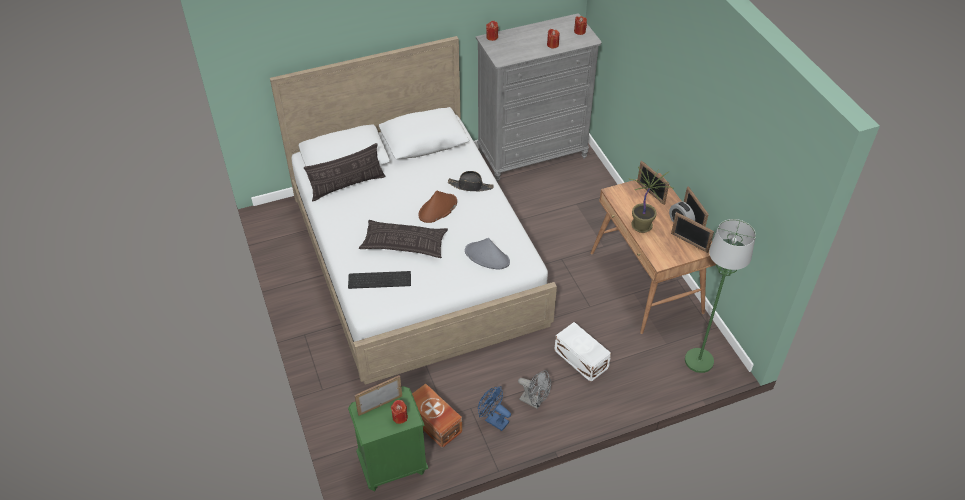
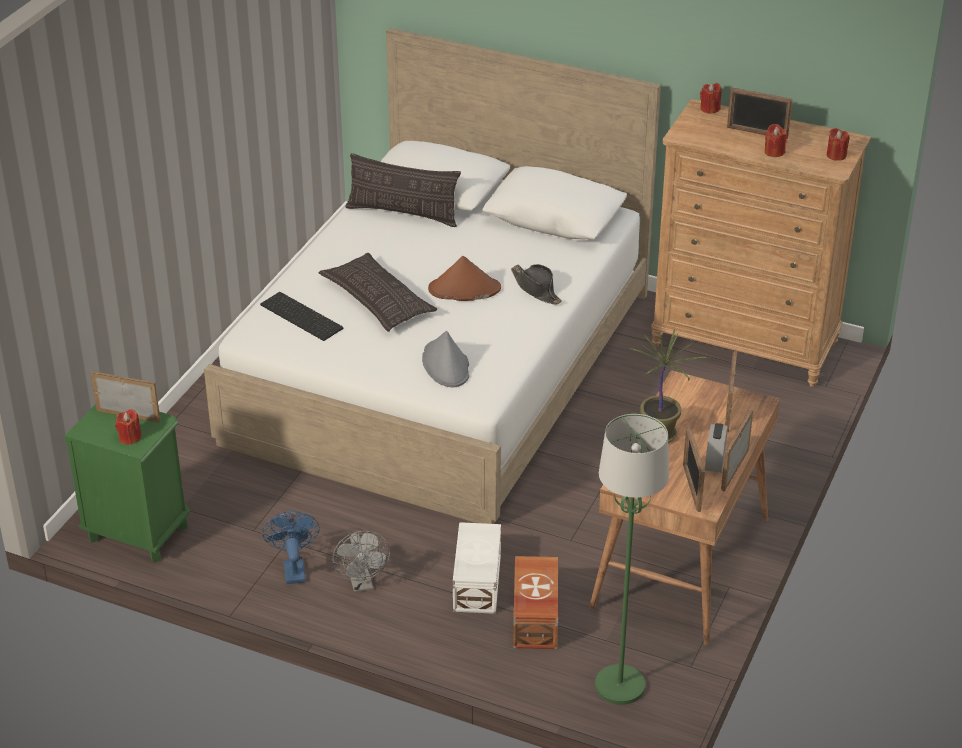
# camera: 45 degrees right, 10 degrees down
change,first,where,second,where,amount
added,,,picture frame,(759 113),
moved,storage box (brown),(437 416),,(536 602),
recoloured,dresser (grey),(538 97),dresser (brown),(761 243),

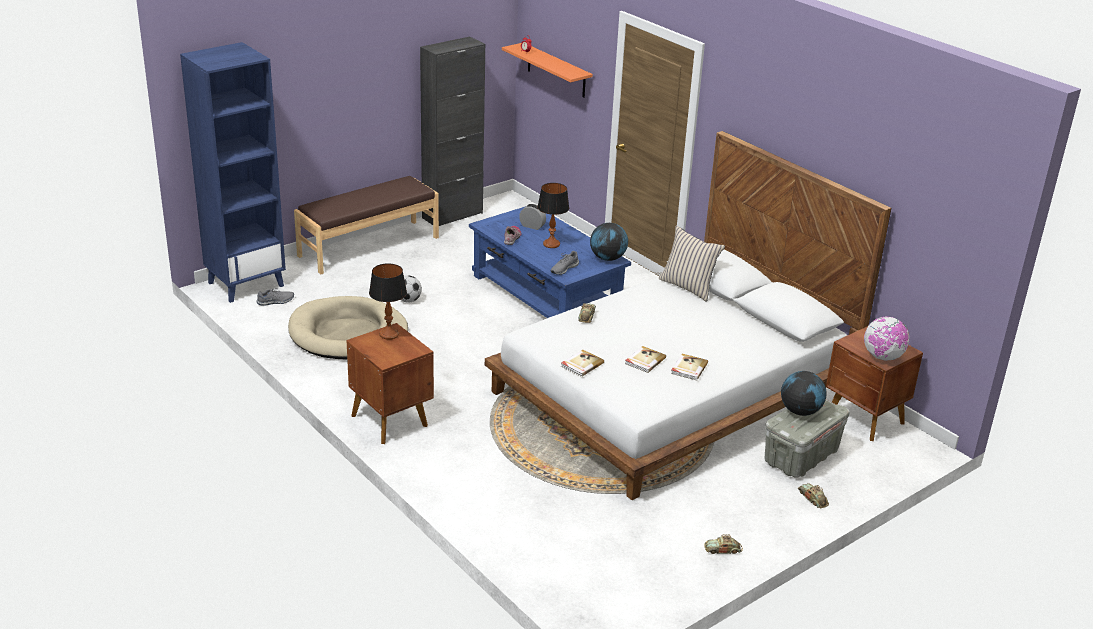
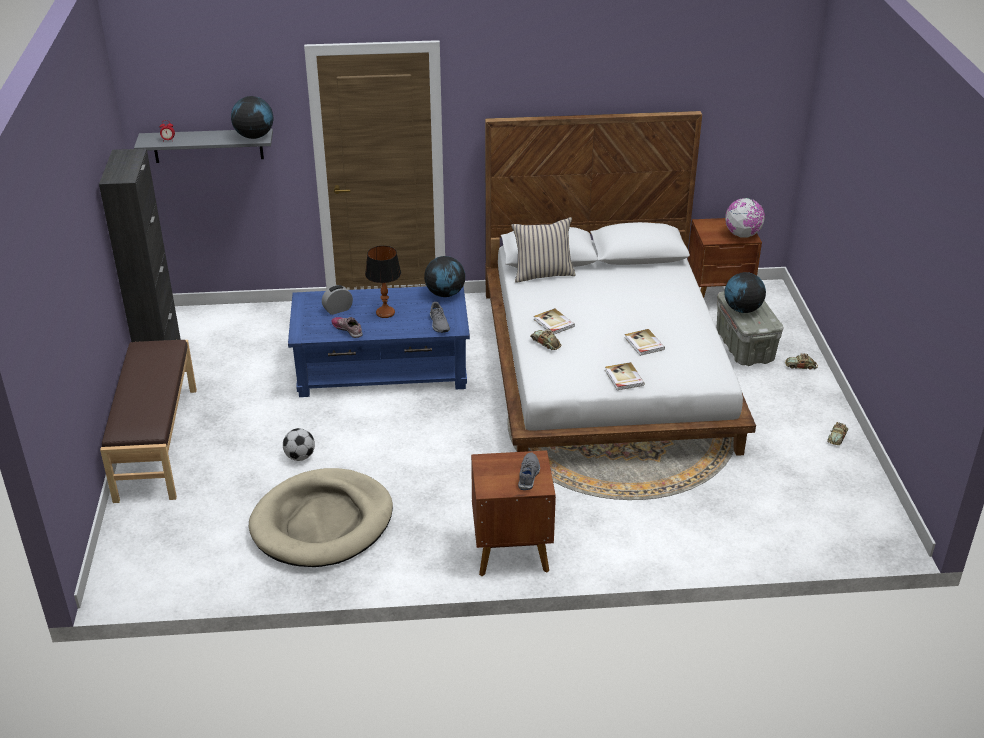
# camera: 55 degrees left, 5 degrees up
change,first,where,second,where,amount
removed,bookcase (blue),(233 172),,,
removed,table lamp,(388 301),,,
added,,,globe,(252 117),
moved,shoe (grey),(275 297),,(529 471),
moved,book,(689 367),,(554 321),
recoloured,shelf (orange),(547 70),shelf (grey),(203 146),

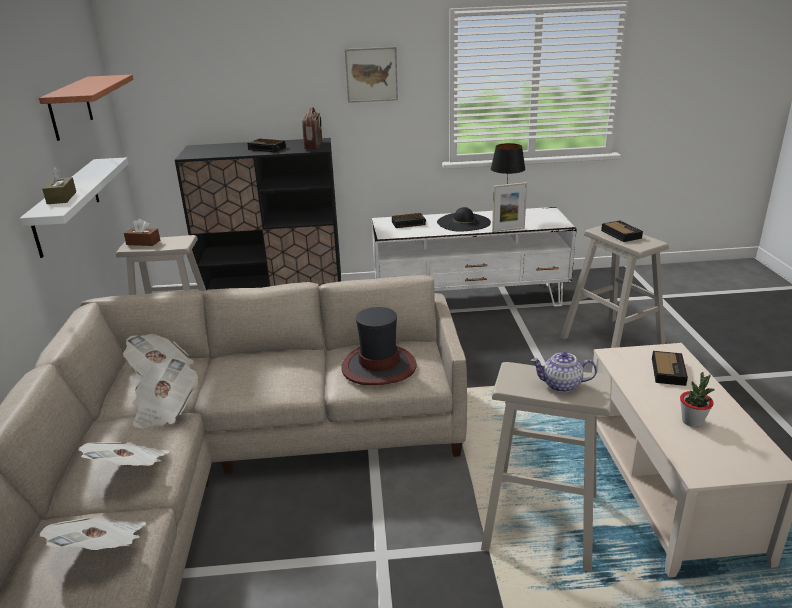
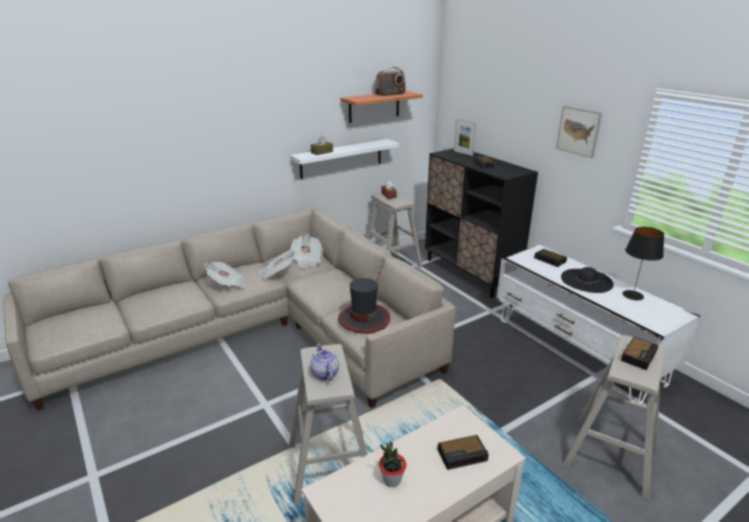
# camera: 60 degrees right, 0 degrees up
change,first,where,second,where,amount
removed,newspaper,(93 533),,,
moved,radio,(312 128),,(390 81),
moved,picture frame,(509 207),,(465 137),

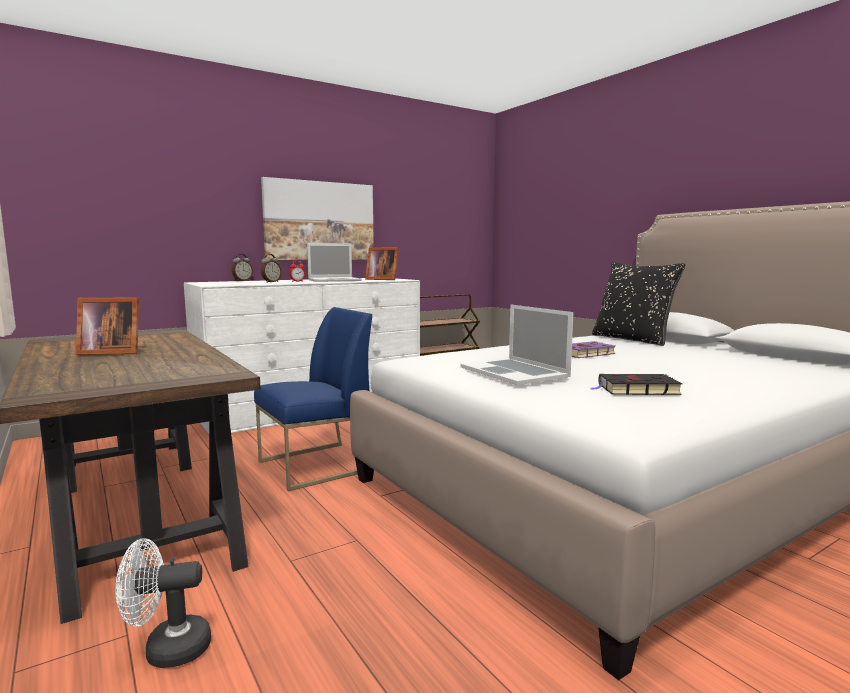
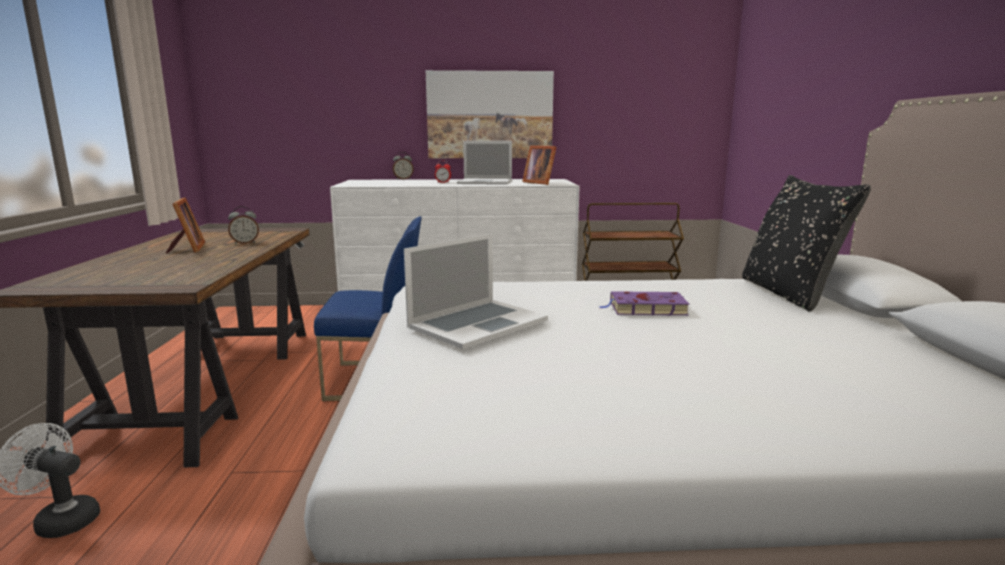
# camera: 30 degrees right, 5 degrees up
change,first,where,second,where,amount
removed,book (black),(636 384),,,
moved,alarm clock,(271 268),,(243 225),
turned,picture frame,(107 326),,(185 225),135 degrees counterclockwise
turned,laptop,(517 344),,(476 291),135 degrees counterclockwise

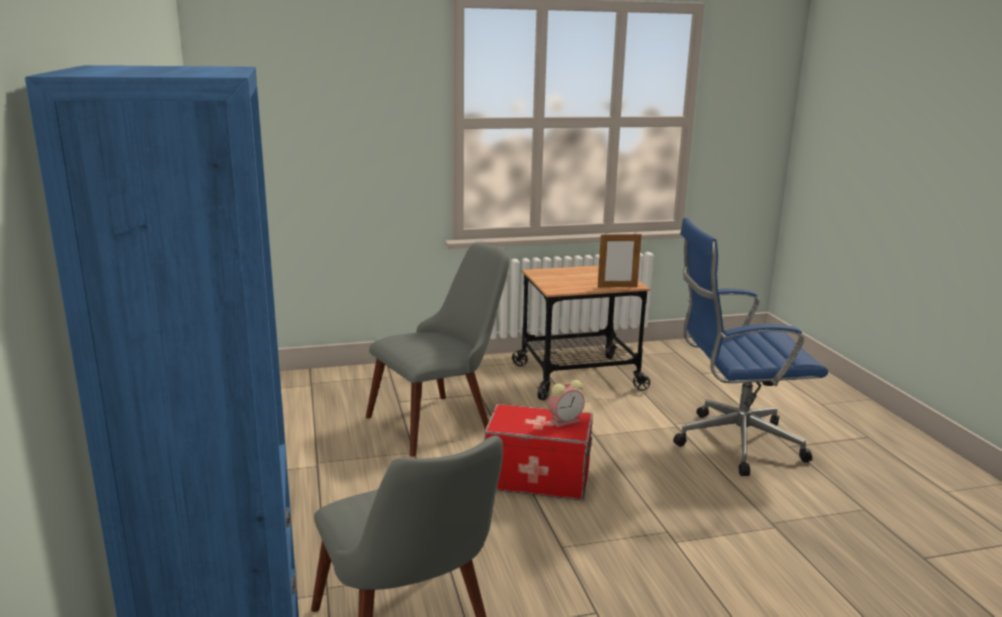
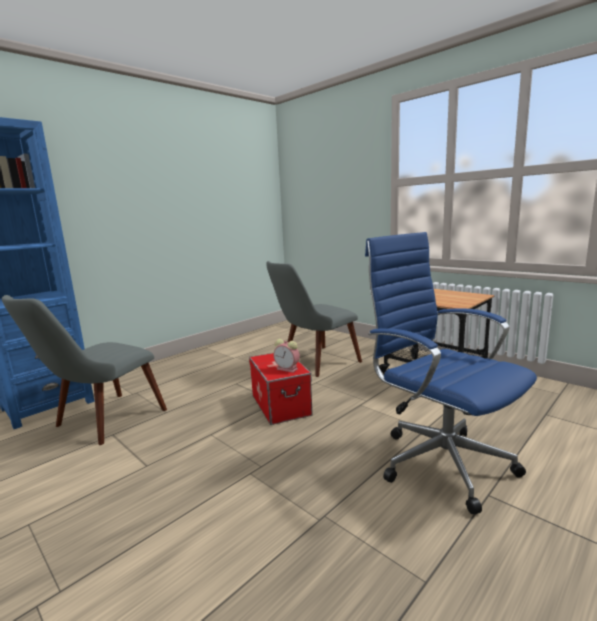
# camera: 60 degrees right, 5 degrees down
change,first,where,second,where,amount
removed,picture frame,(620 260),,,
turned,chair (grey),(437 350),,(314 319),120 degrees clockwise

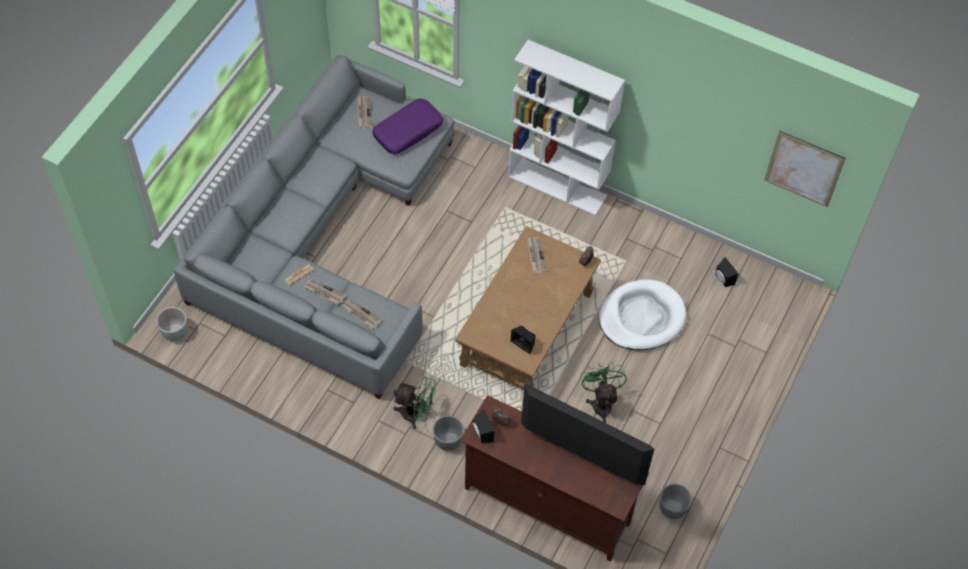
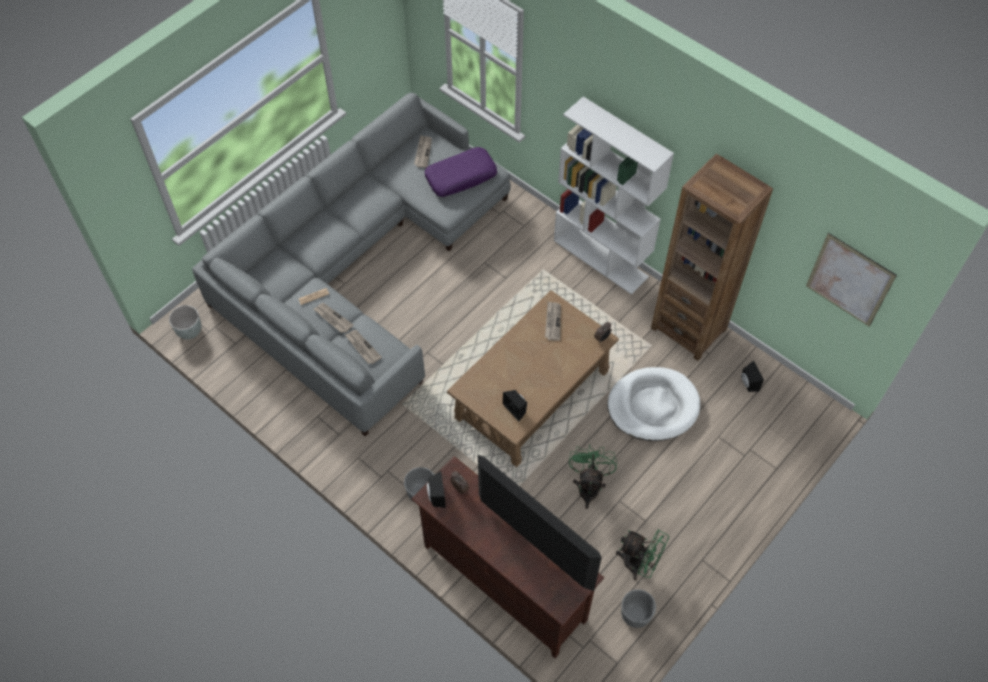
# camera: 15 degrees right, 0 degrees up
change,first,where,second,where,amount
added,,,bookcase (brown),(712 257),
moved,fan (green),(414 402),,(642 554),

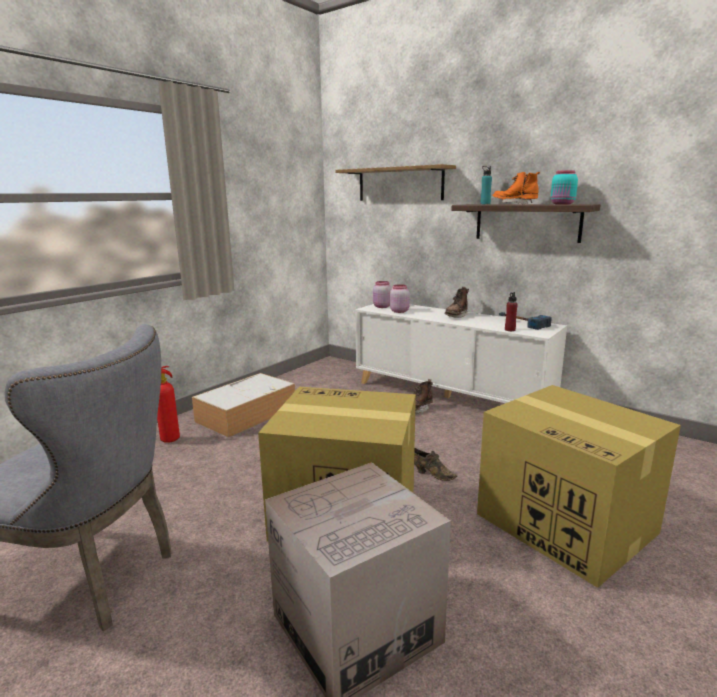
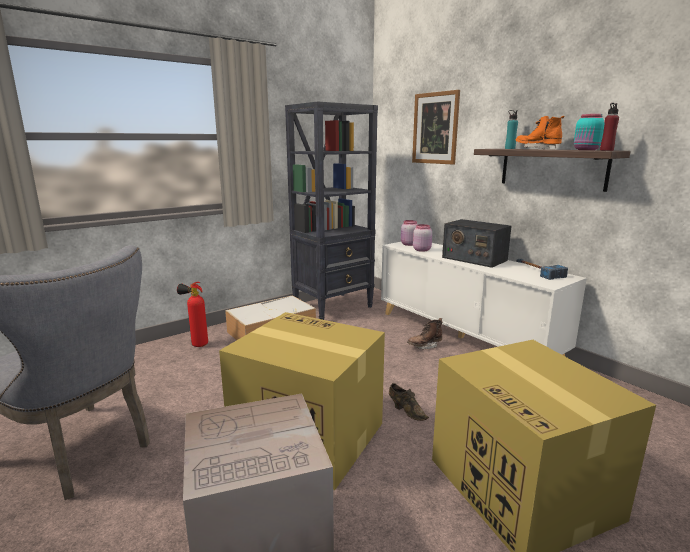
# camera: 15 degrees right, 0 degrees up
change,first,where,second,where,amount
added,,,bookcase (black),(331 211),
moved,bottle (red),(511 311),,(609 127),
replaced,shelf,(395 182),picture,(436 127),
replaced,boot (brown),(456 302),radio,(476 243),

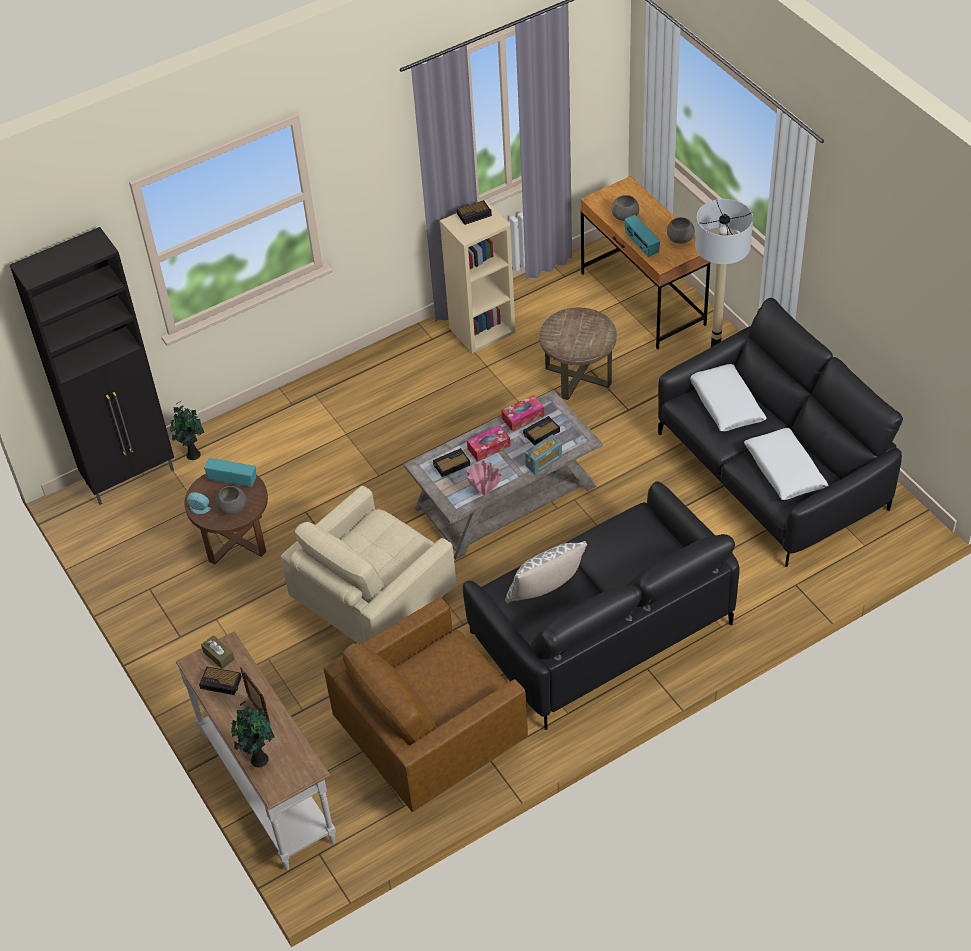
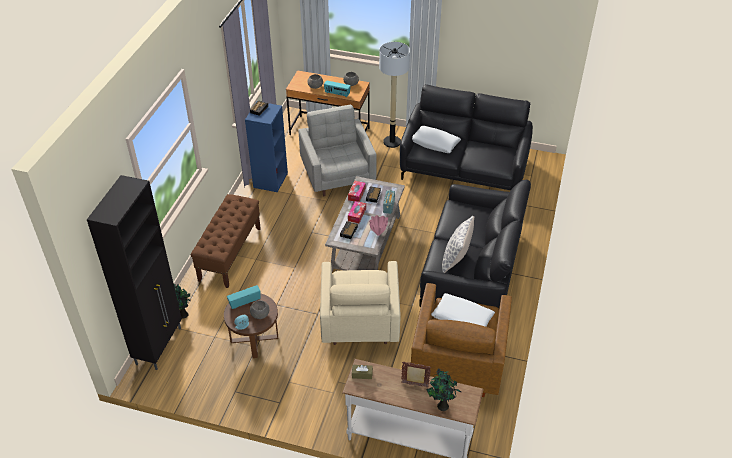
# camera: 45 degrees left, 5 degrees down
change,first,where,second,where,amount
removed,alarm clock,(220 681),,,
added,,,bench (brown),(225 241),
moved,pillow (white),(786 464),,(463 310),
replaced,side table (brown),(578 353),armchair (grey),(337 150),
recoloured,bookcase (beige),(478 276),bookcase (blue),(266 146),

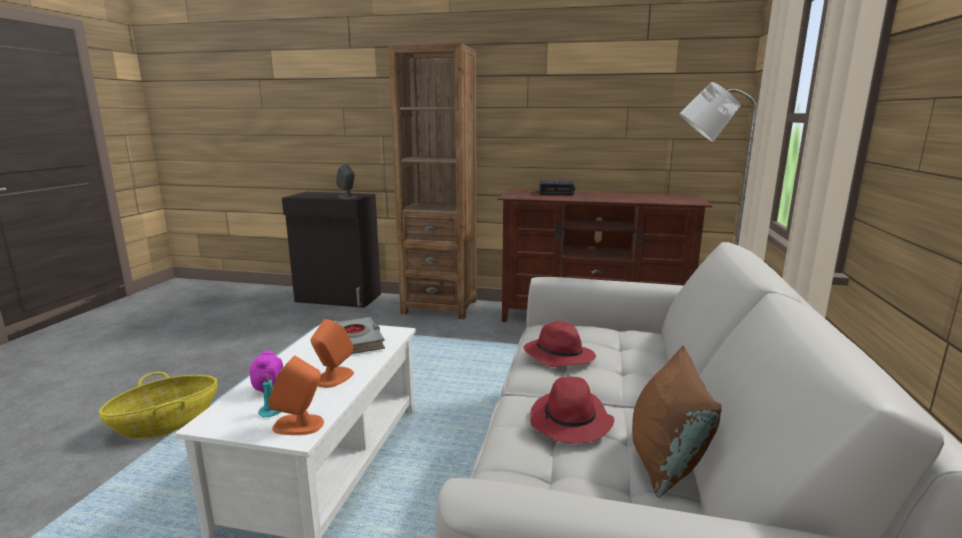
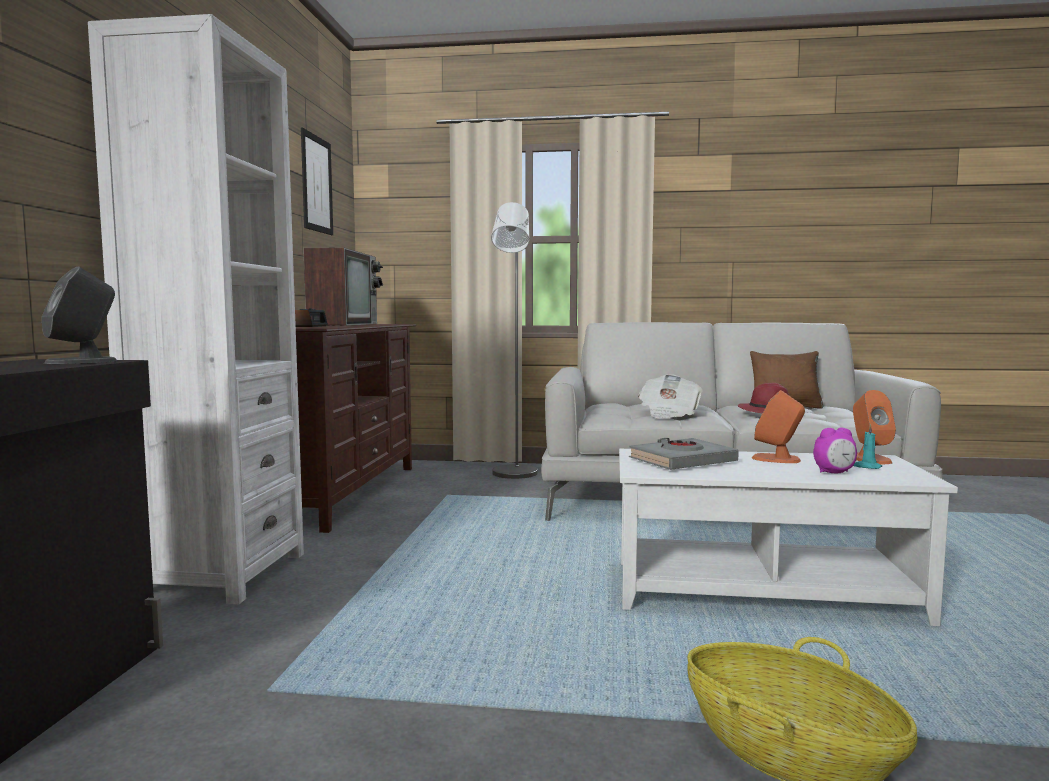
# camera: 95 degrees left, 10 degrees down
change,first,where,second,where,amount
added,,,picture,(317 181),
added,,,television,(343 287),
replaced,hat (red),(560 344),newspaper,(670 396),
recoloured,bookcase (brown),(432 181),bookcase (white),(196 309),

